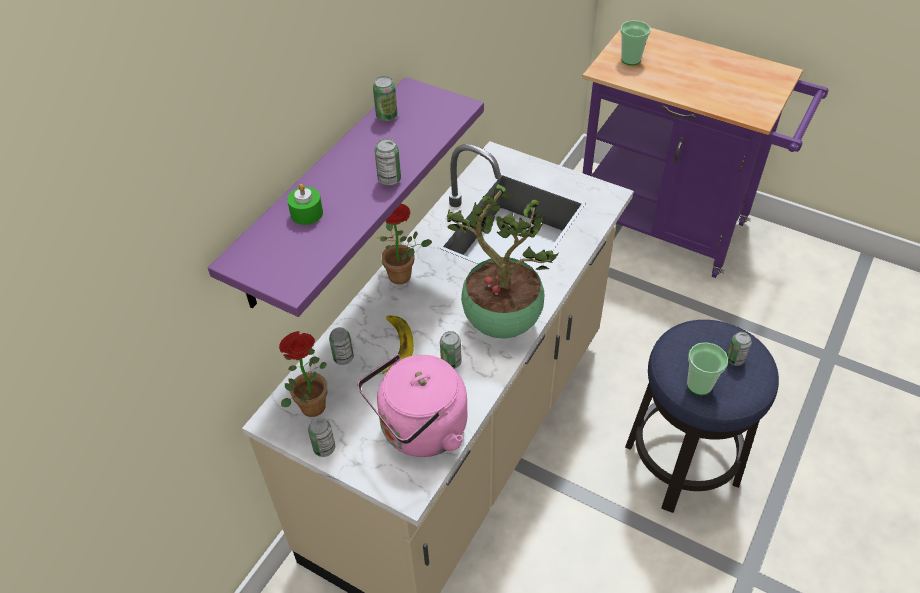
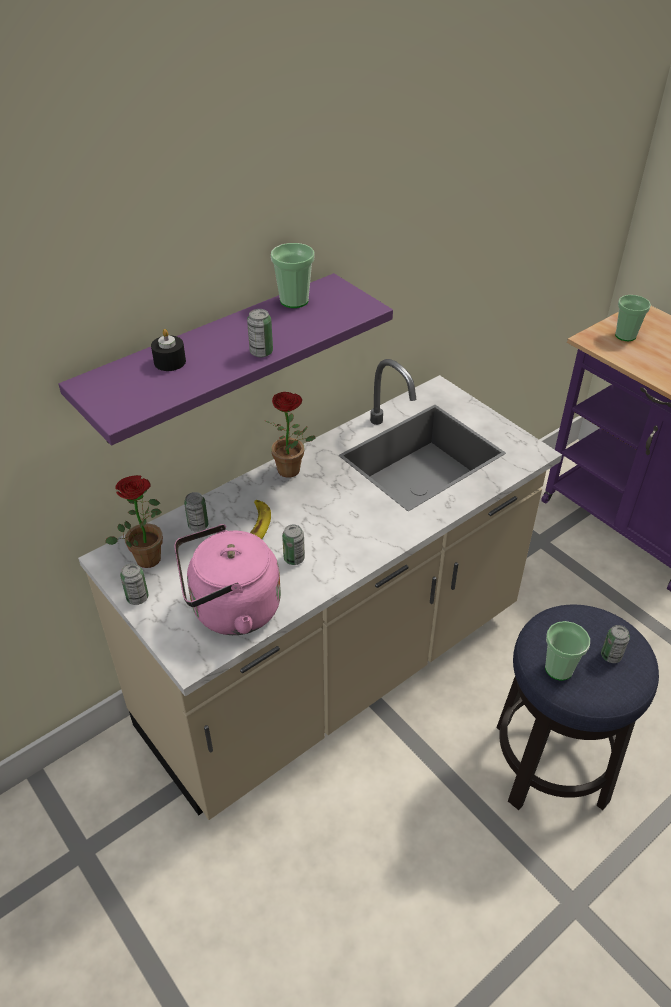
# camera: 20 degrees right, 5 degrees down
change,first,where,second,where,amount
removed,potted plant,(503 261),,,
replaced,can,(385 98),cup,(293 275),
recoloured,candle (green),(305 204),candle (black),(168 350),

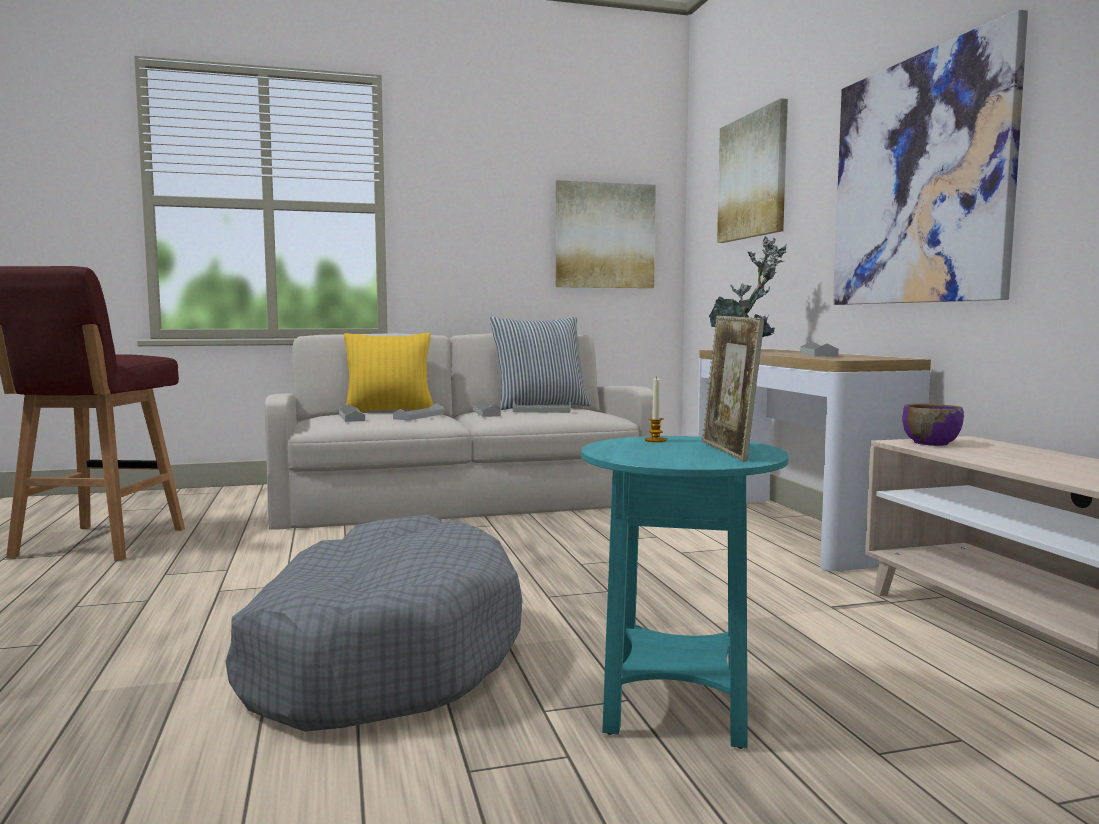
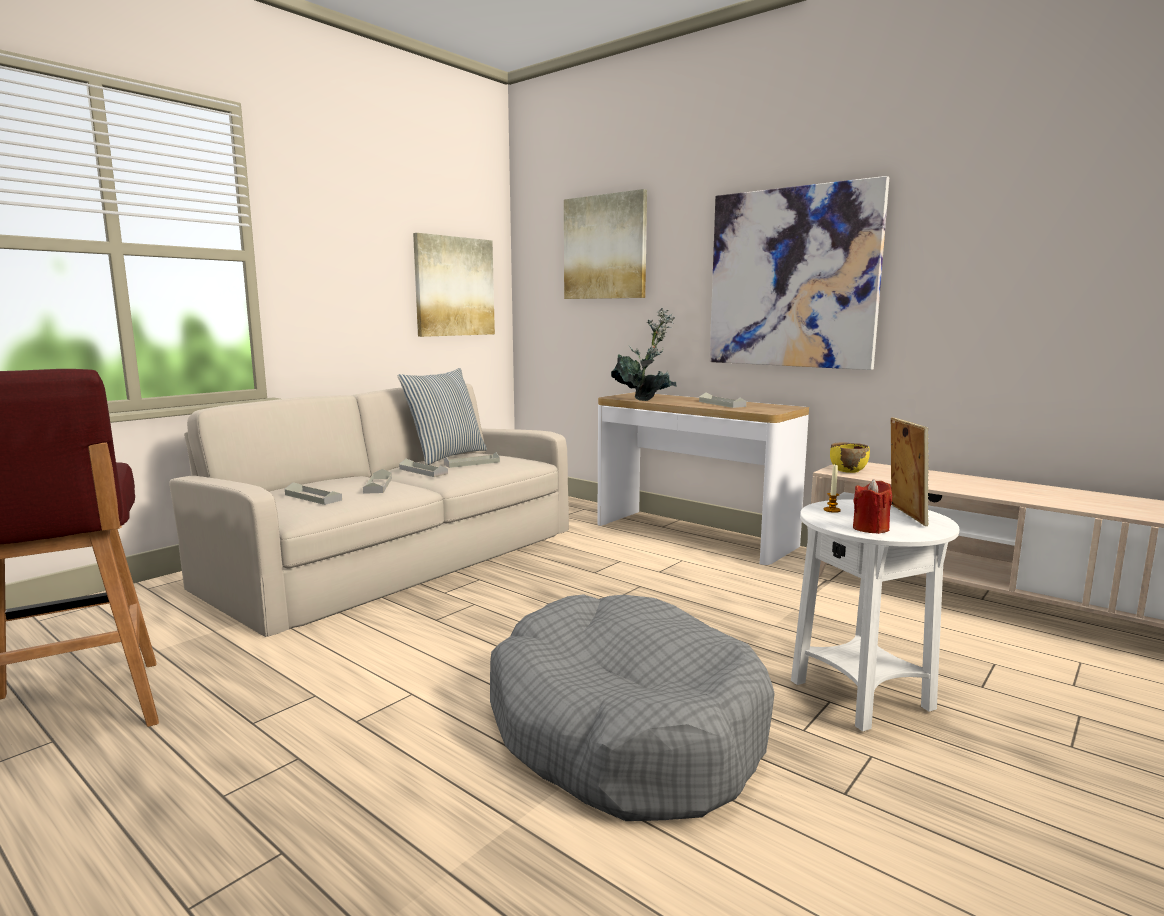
# camera: 35 degrees left, 5 degrees up
change,first,where,second,where,amount
removed,pillow (yellow),(388 372),,,
added,,,candle (red),(872 506),
recoloured,side table (turquoise),(685 592),side table (white),(875 615),
recoloured,bowl (purple),(933 424),bowl (yellow),(850 458),
turned,picture frame,(733 389),,(910 471),135 degrees counterclockwise

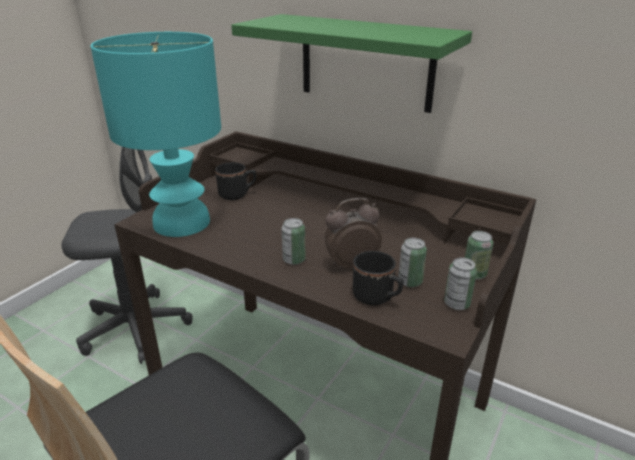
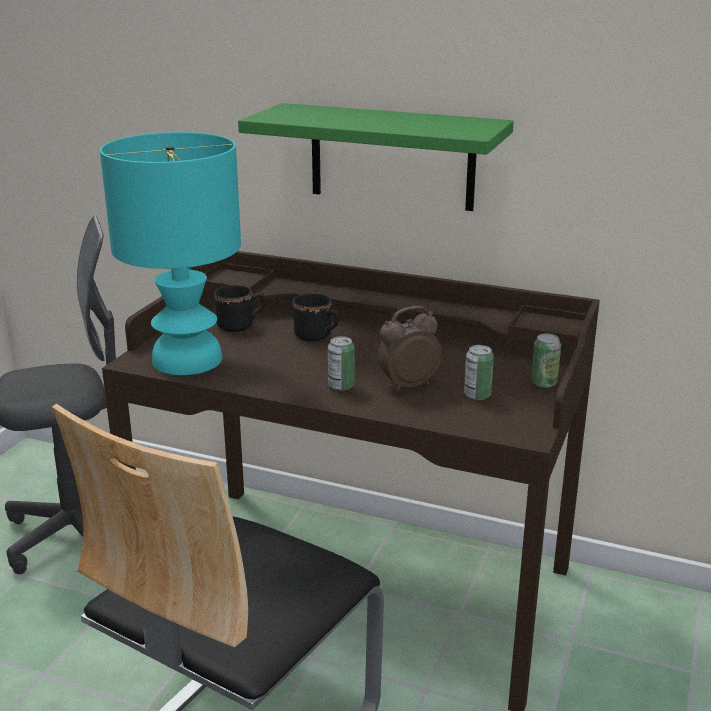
# camera: 10 degrees left, 5 degrees down
change,first,where,second,where,amount
removed,can,(460 283),,,
moved,mug (black),(378 278),,(316 317),

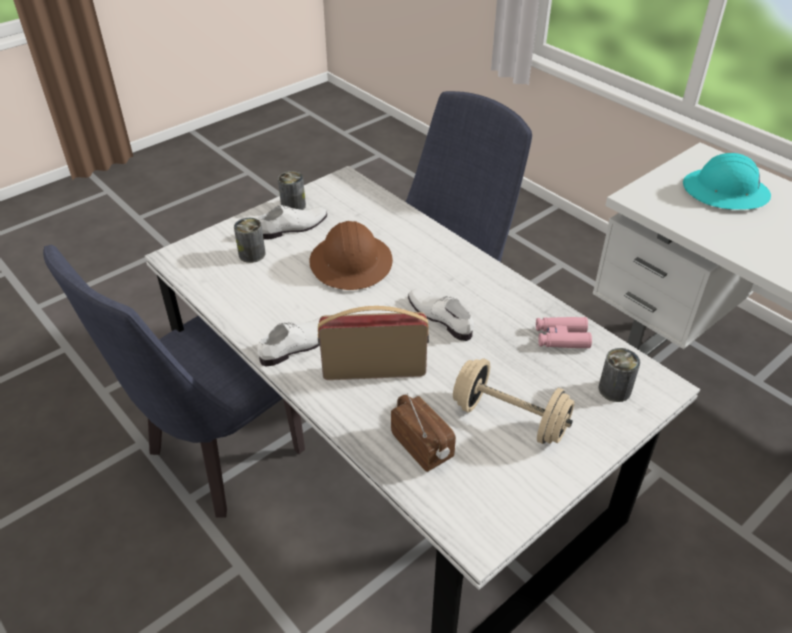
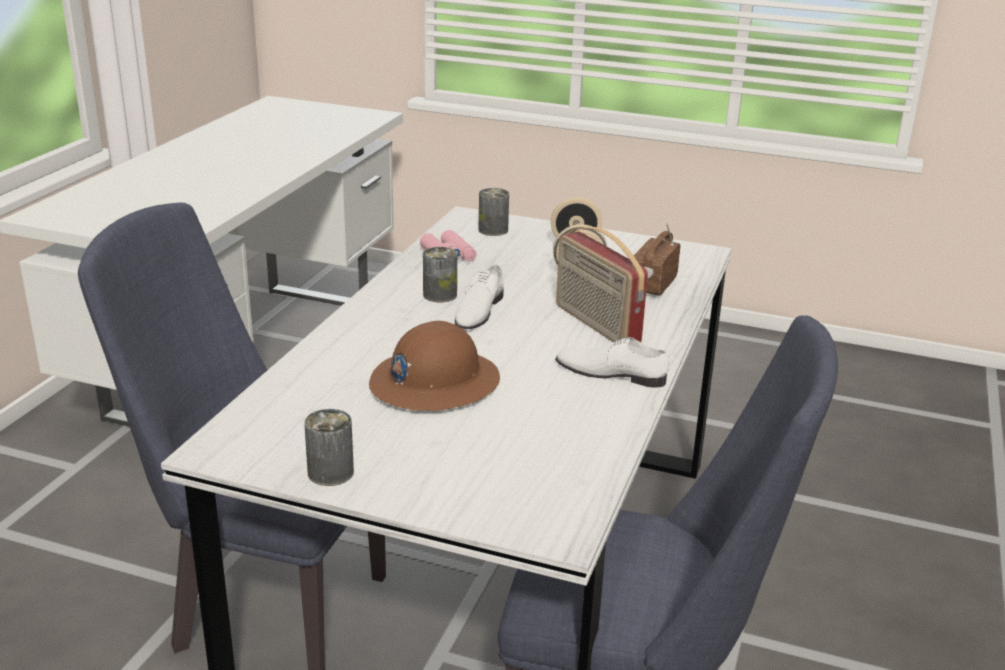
# camera: 120 degrees left, 15 degrees down
change,first,where,second,where,amount
removed,shoe (white),(292 222),,,
removed,hard hat (turquoise),(727 181),,,
moved,can,(250 240),,(440 274),

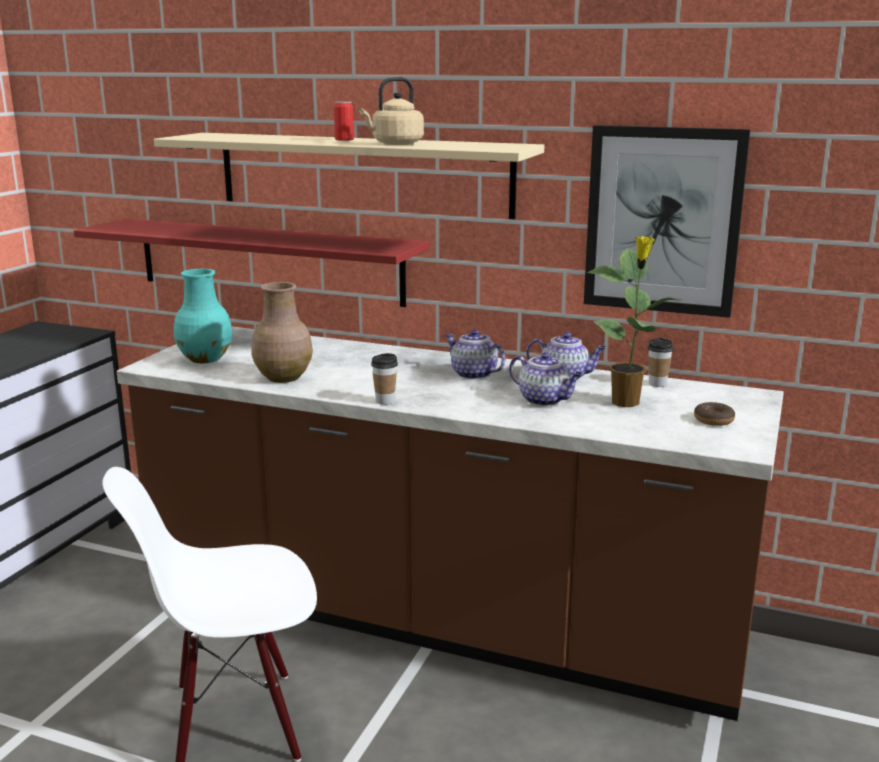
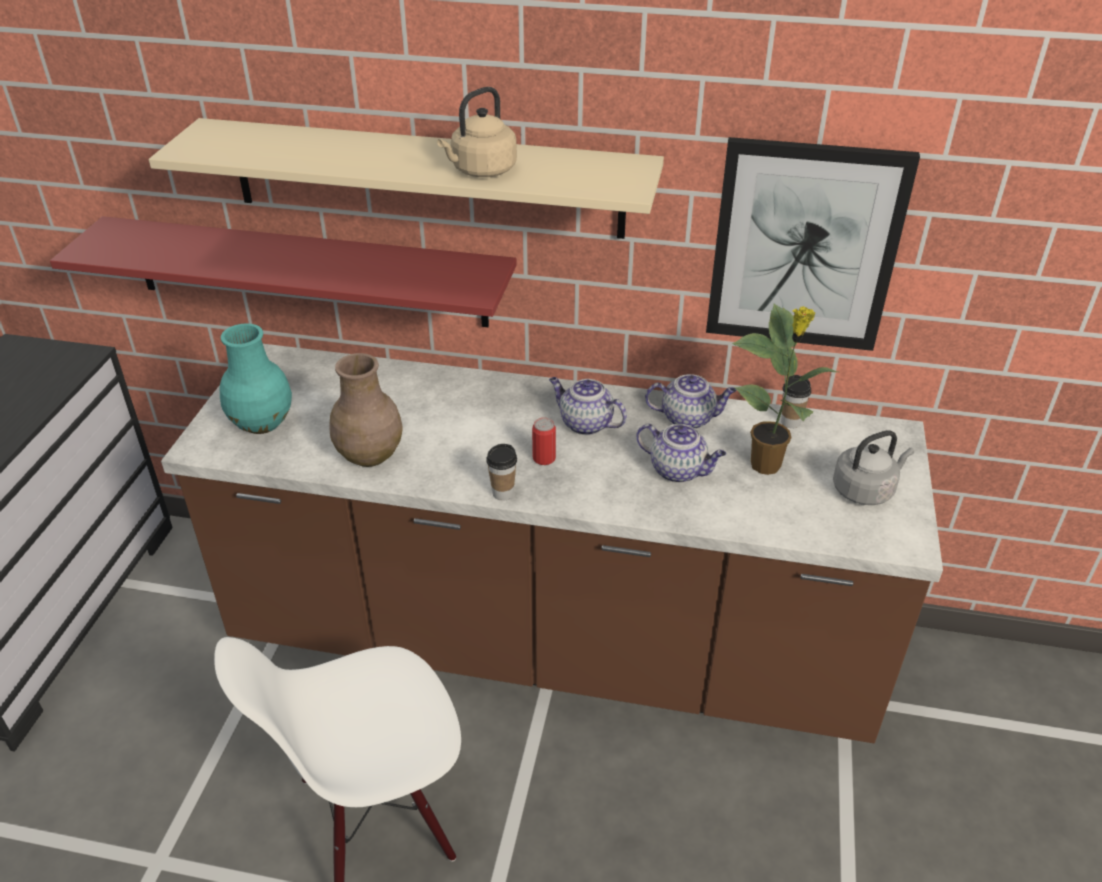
# camera: 10 degrees left, 20 degrees up
change,first,where,second,where,amount
moved,can,(344 121),,(544 441),
replaced,donut,(714 414),kettle (grey),(873 467),

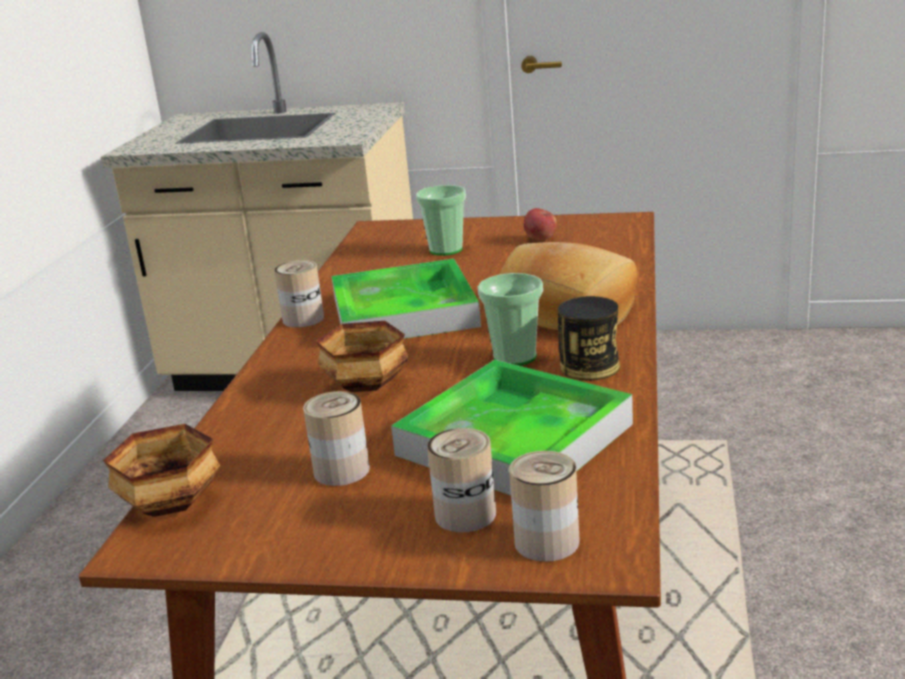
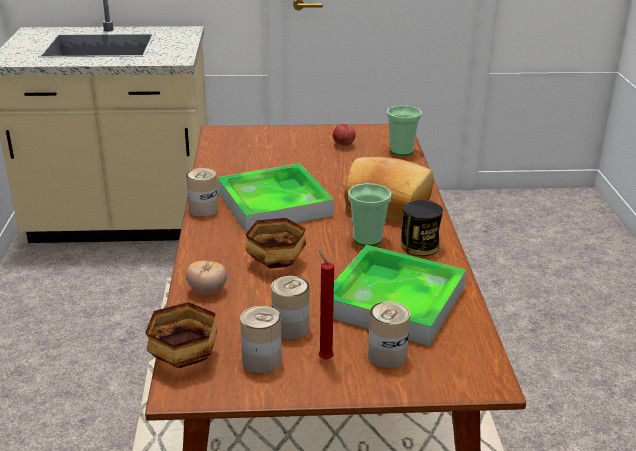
# camera: 15 degrees left, 5 degrees up
change,first,where,second,where,amount
added,,,tomato,(206 277),
added,,,candle (red),(326 304),
moved,cup,(441 220),,(404 131),
moved,can,(544 506),,(261 339),

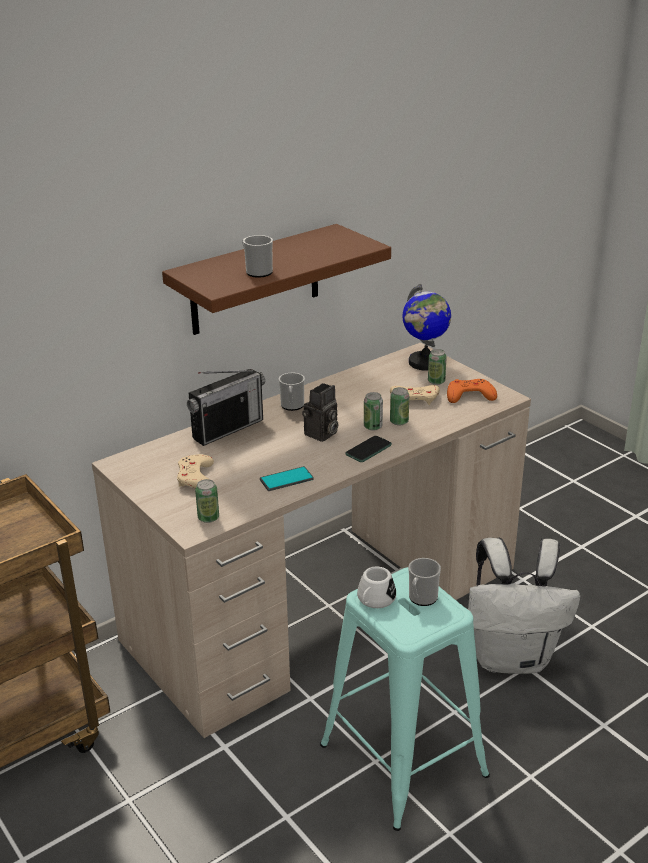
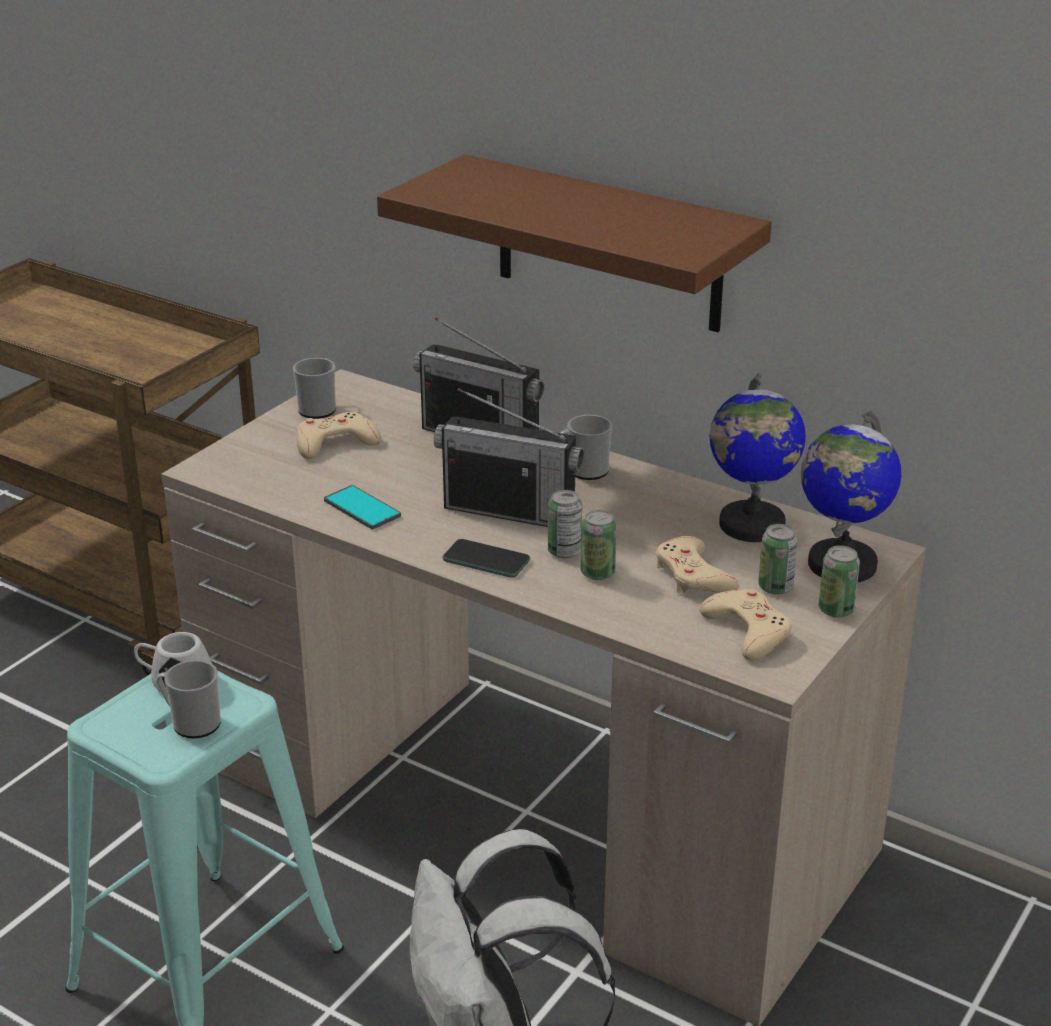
# camera: 70 degrees right, 0 degrees up
change,first,where,second,where,amount
added,,,globe,(758 457),
moved,can,(207 501),,(839 581),
moved,mug,(257 256),,(314 388),
replaced,photo camera,(320 412),radio,(509 457),
recoloured,game controller (orange),(472 391),game controller (beige),(746 625),

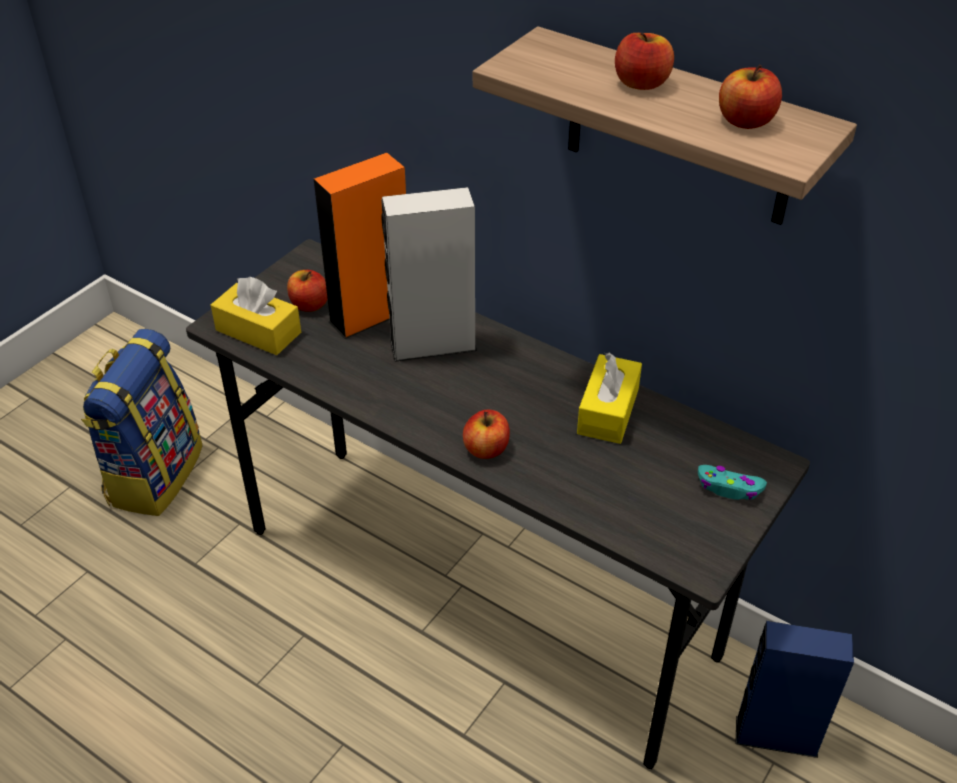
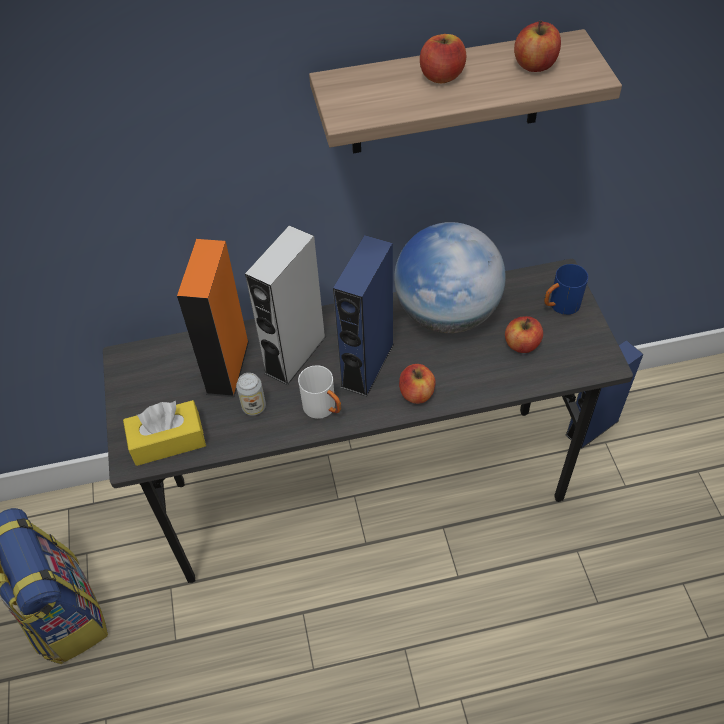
# camera: 45 degrees left, 10 degrees up
change,first,where,second,where,amount
added,,,can,(251 394),
added,,,mug (white),(319 392),
added,,,speaker (blue),(363 316),
moved,apple,(307 291),,(524 334),
replaced,tissue box (yellow),(609 398),globe,(450 277),
replaced,game controller (turquoise),(732 482),mug (blue),(566 289),

